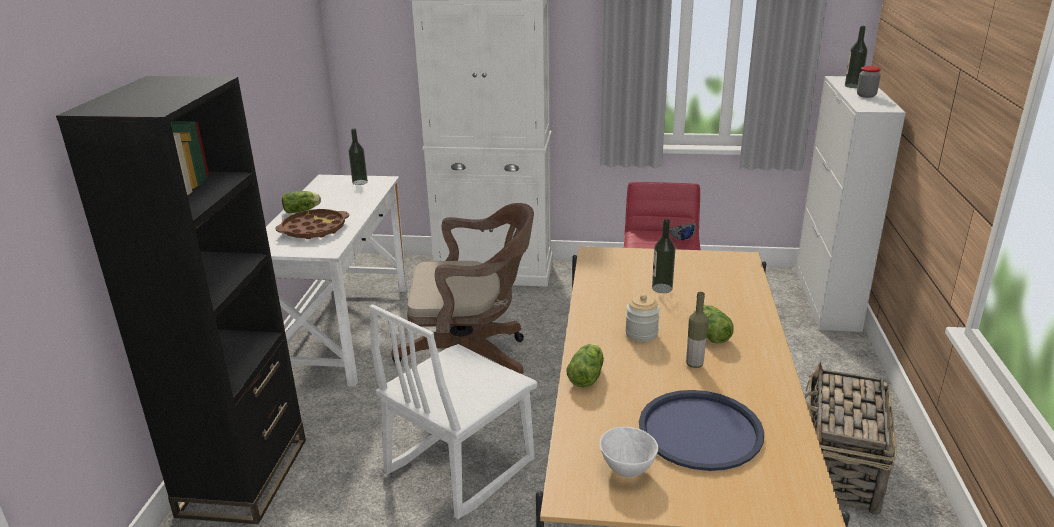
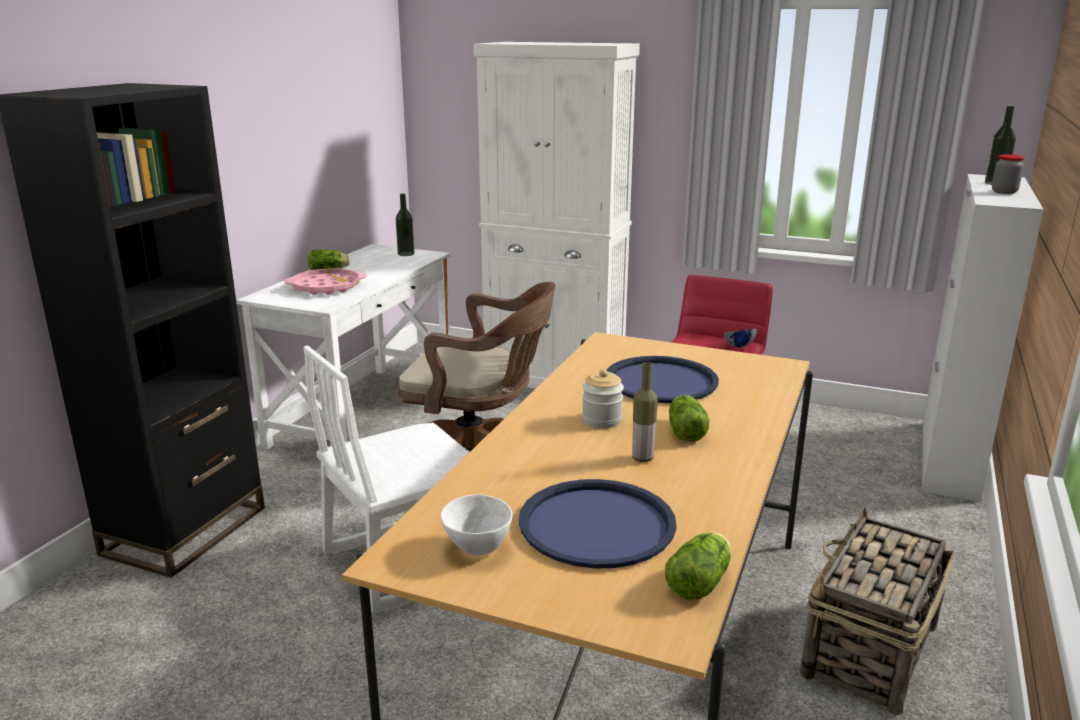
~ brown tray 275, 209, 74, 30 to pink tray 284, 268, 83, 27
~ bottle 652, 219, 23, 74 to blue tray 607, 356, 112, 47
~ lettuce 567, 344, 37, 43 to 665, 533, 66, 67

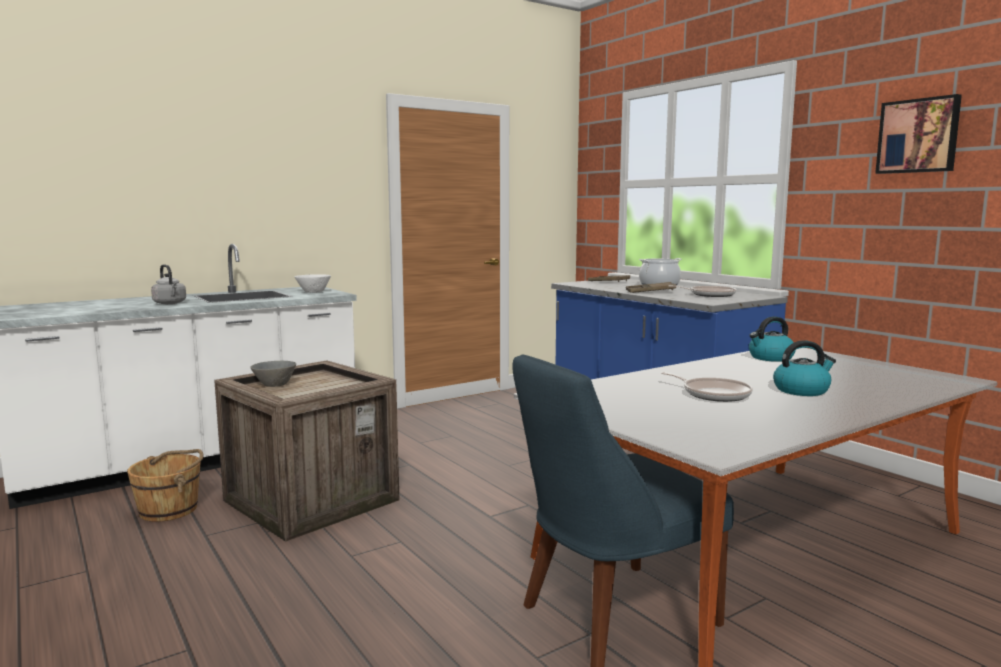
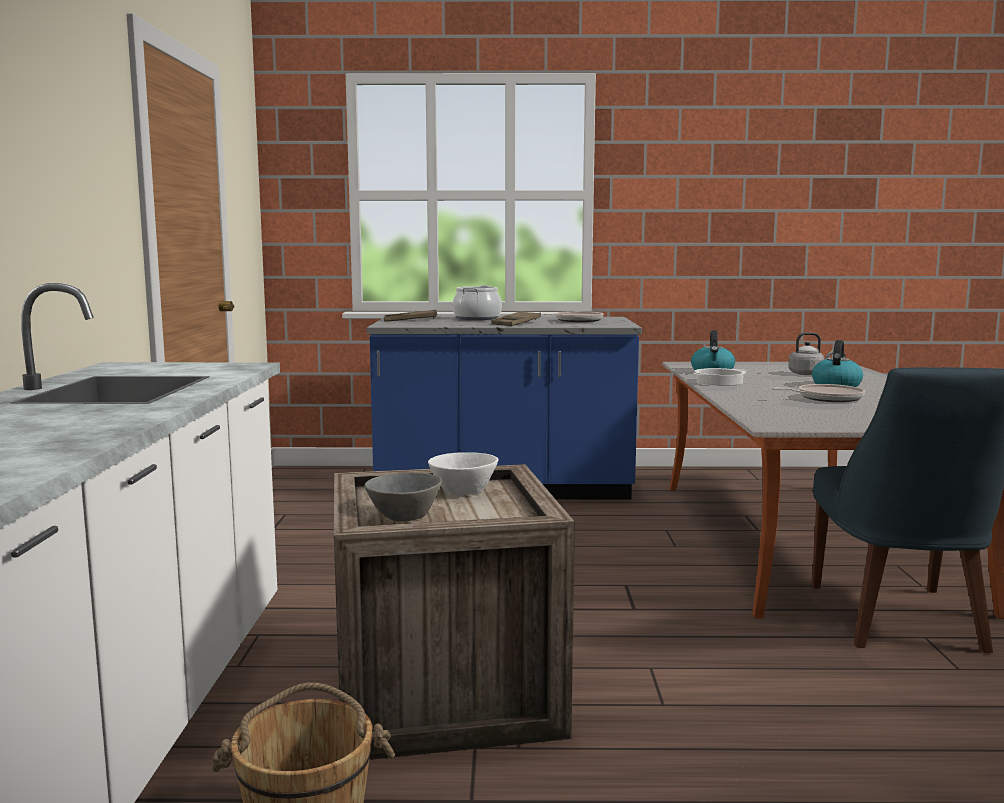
- picture 875, 94, 87, 80
~ grey kettle 151, 264, 35, 40 to 788, 332, 46, 43
~ white bowl 295, 274, 36, 19 to 428, 452, 71, 43
+ cooking pot 694, 368, 53, 18

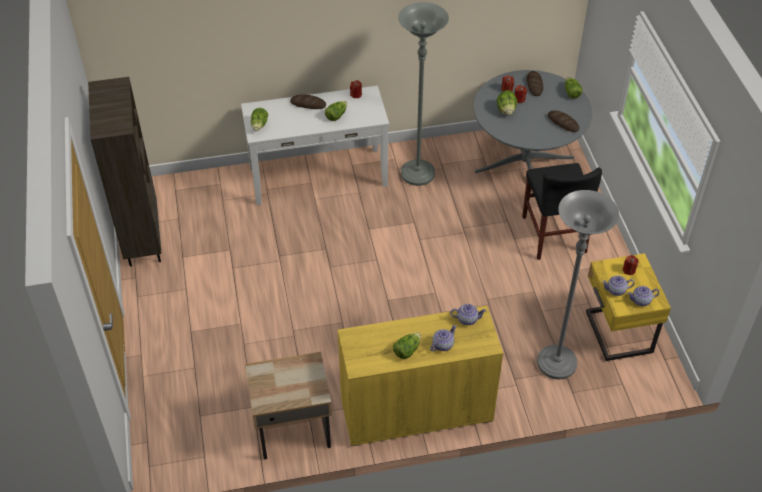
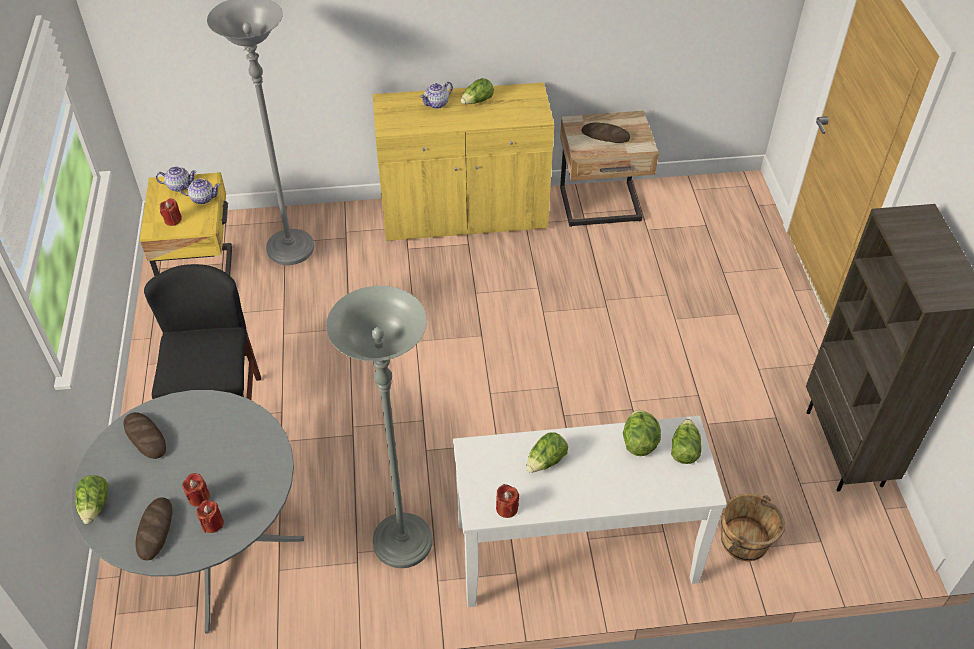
~ lettuce 497, 90, 20, 26 to 623, 410, 38, 46
~ bread 290, 95, 36, 14 to 582, 123, 48, 20
- teapot 450, 304, 36, 21
+ brown bucket 721, 494, 65, 67

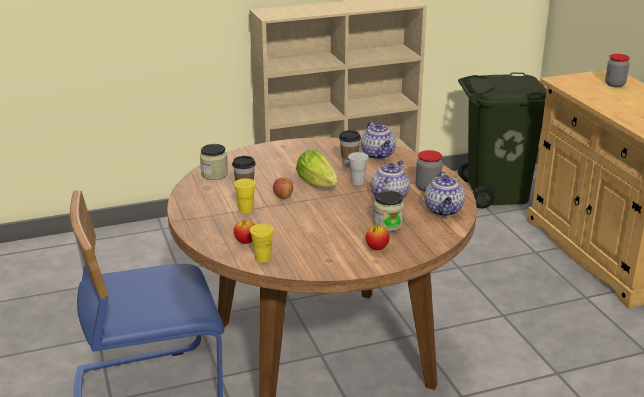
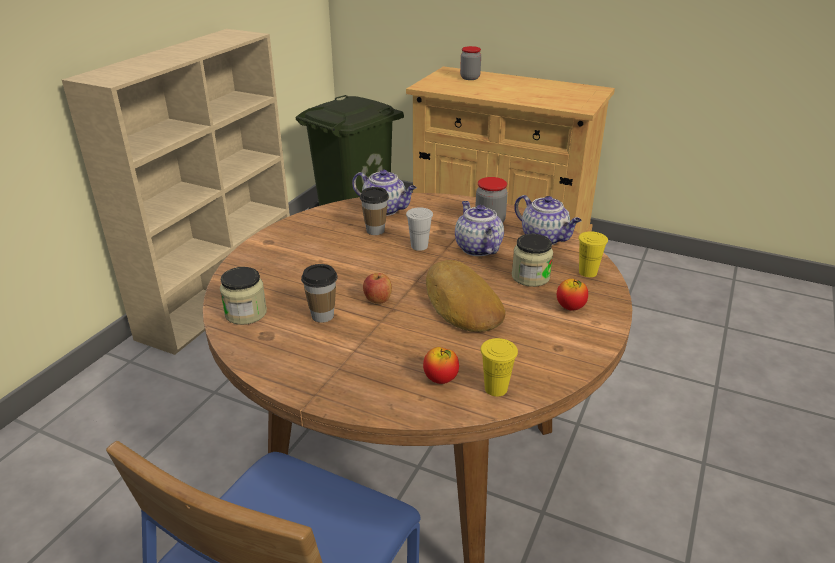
- lettuce 296, 150, 42, 38
~ yellow cup 234, 178, 22, 36 to 578, 231, 30, 46
+ bread 426, 260, 80, 72

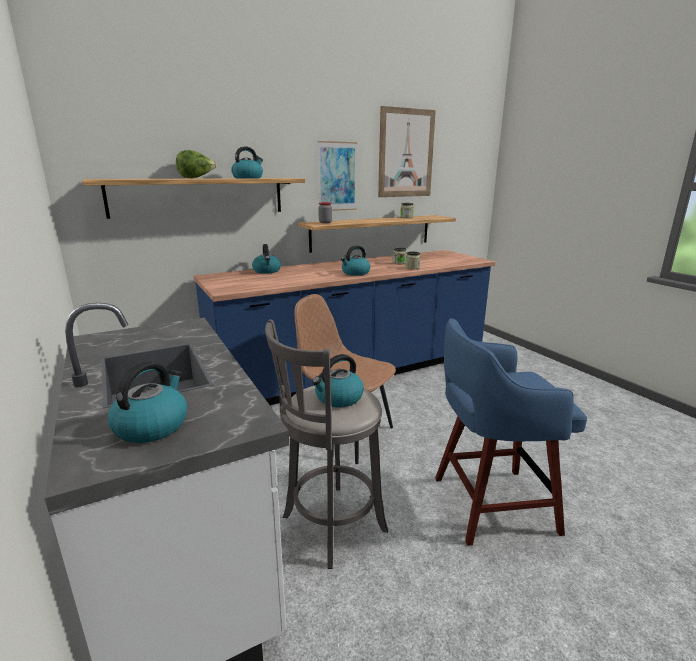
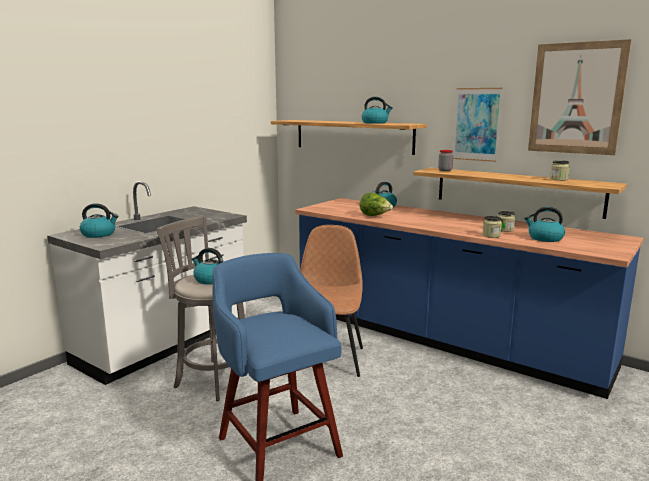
~ lettuce 176, 150, 40, 28 to 360, 193, 33, 23
~ kettle 341, 246, 30, 30 to 524, 207, 41, 35

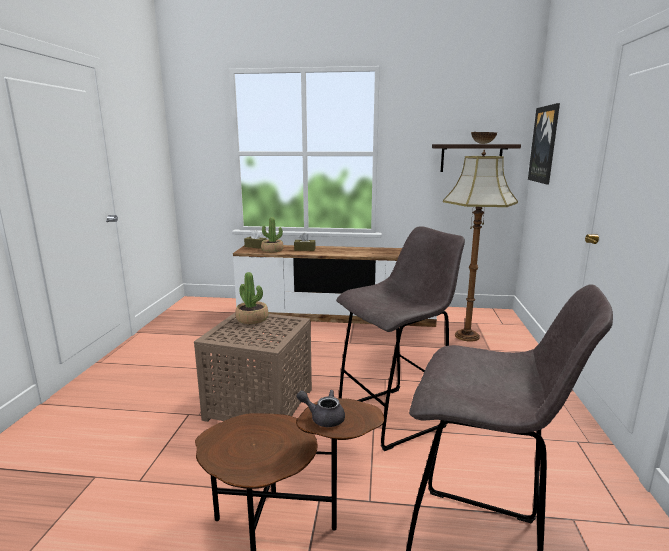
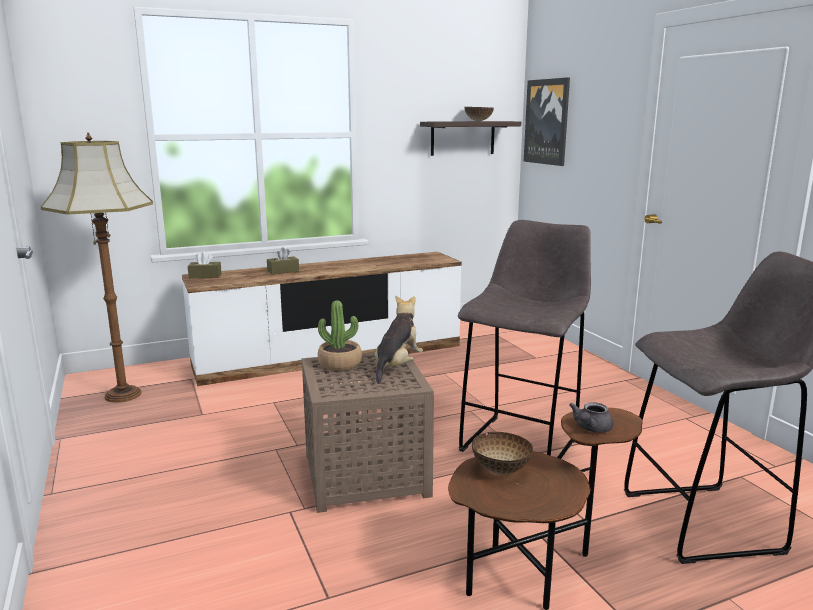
~ floor lamp 443, 150, 75, 192 to 41, 132, 112, 271
- potted plant 261, 217, 23, 36
~ grey teapot 297, 390, 48, 37 = 569, 402, 44, 31 45 degrees counterclockwise
+ plush toy 375, 296, 48, 88
+ bowl 472, 432, 61, 42

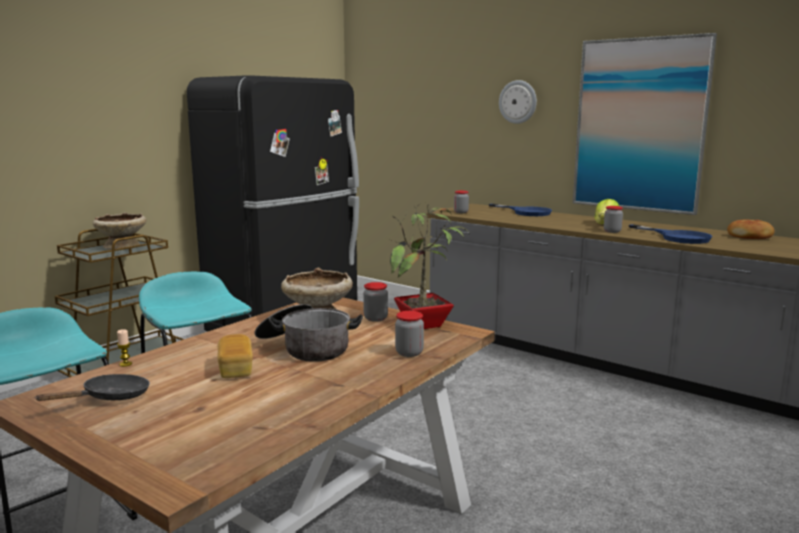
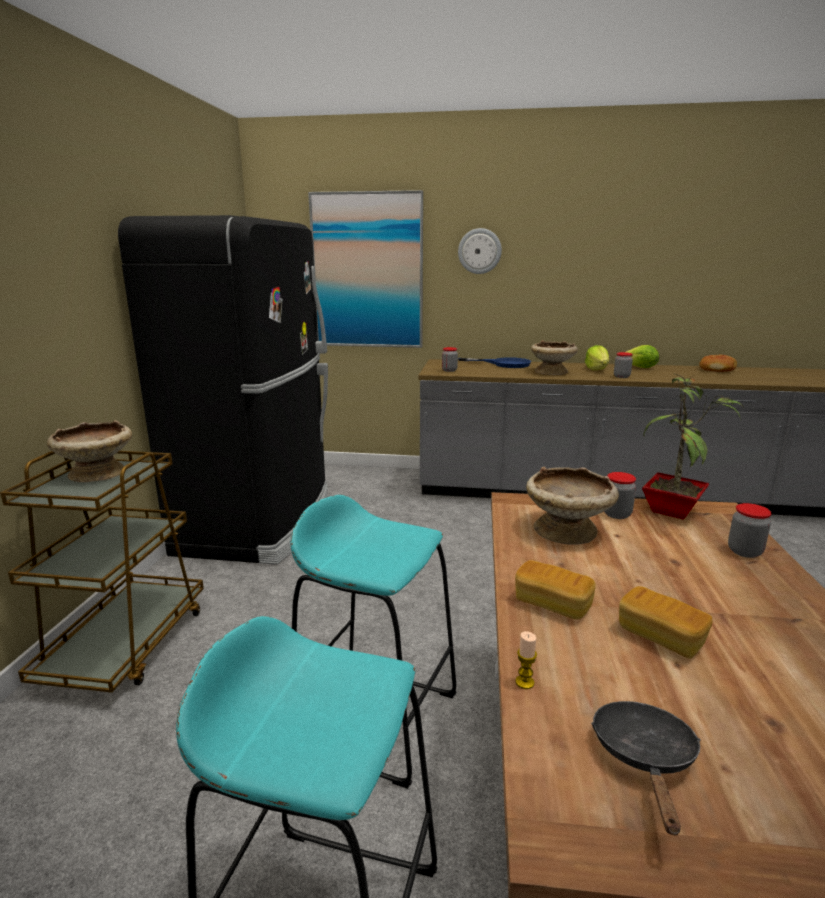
~ picture 573, 33, 144, 182 to 308, 190, 115, 158
- blue frying pan 629, 224, 83, 20
- cooking pot 255, 304, 108, 58
+ beige bowl 531, 340, 47, 35
+ lettuce 626, 345, 33, 23
+ bread 515, 560, 81, 59

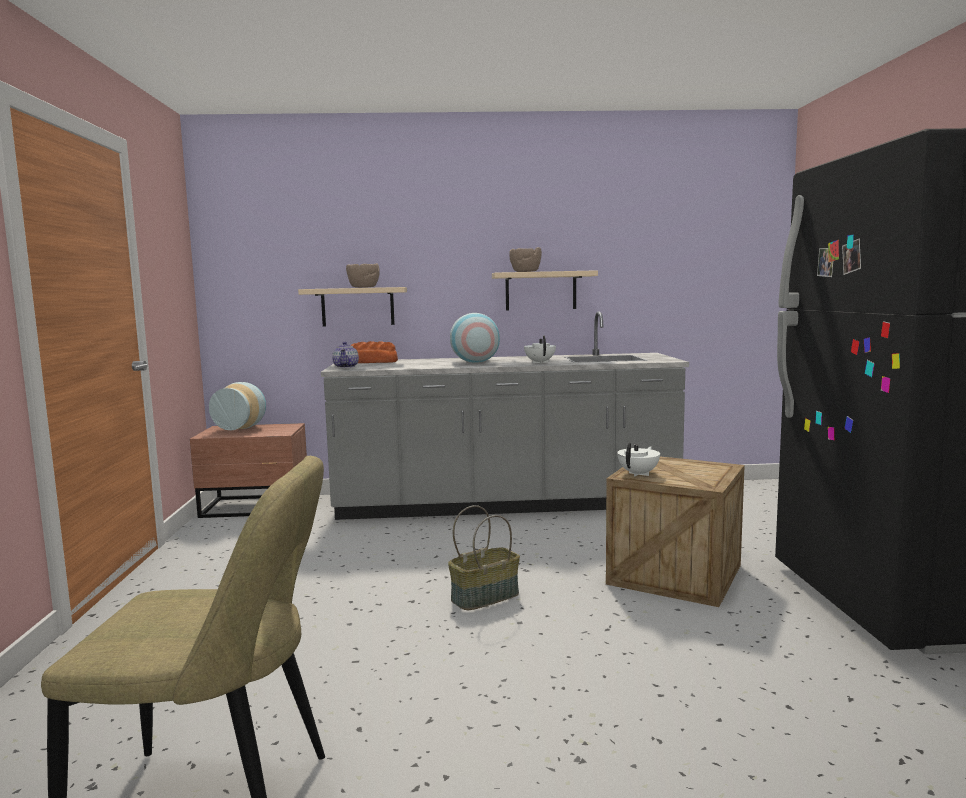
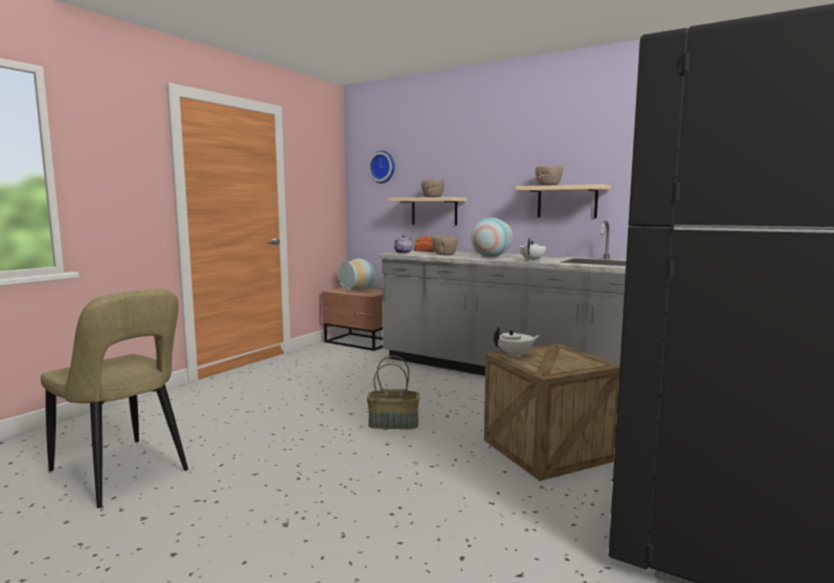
+ wall clock 368, 151, 27, 32
+ brown bowl 432, 236, 26, 19

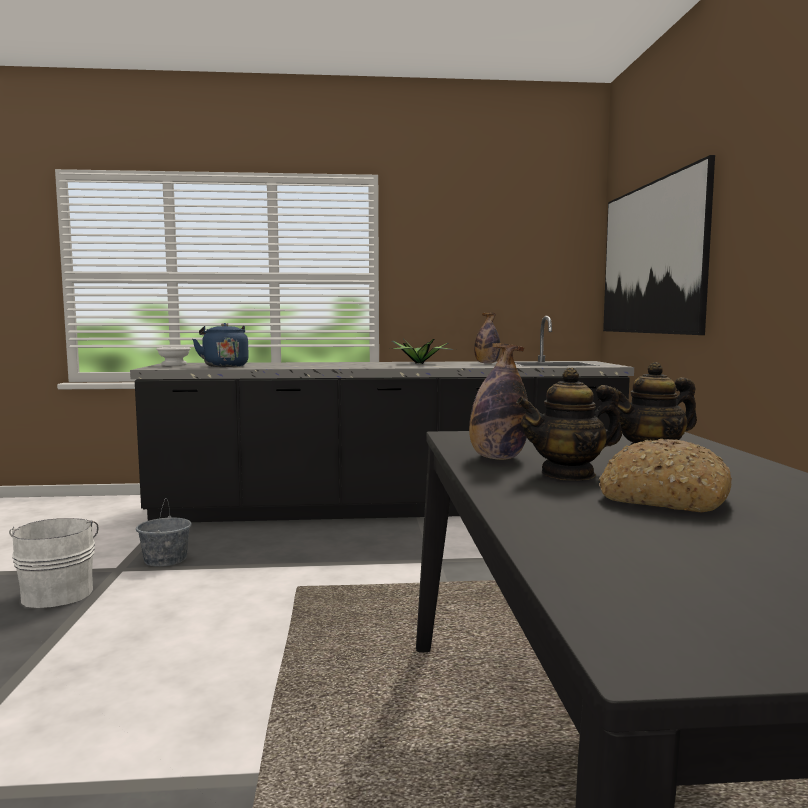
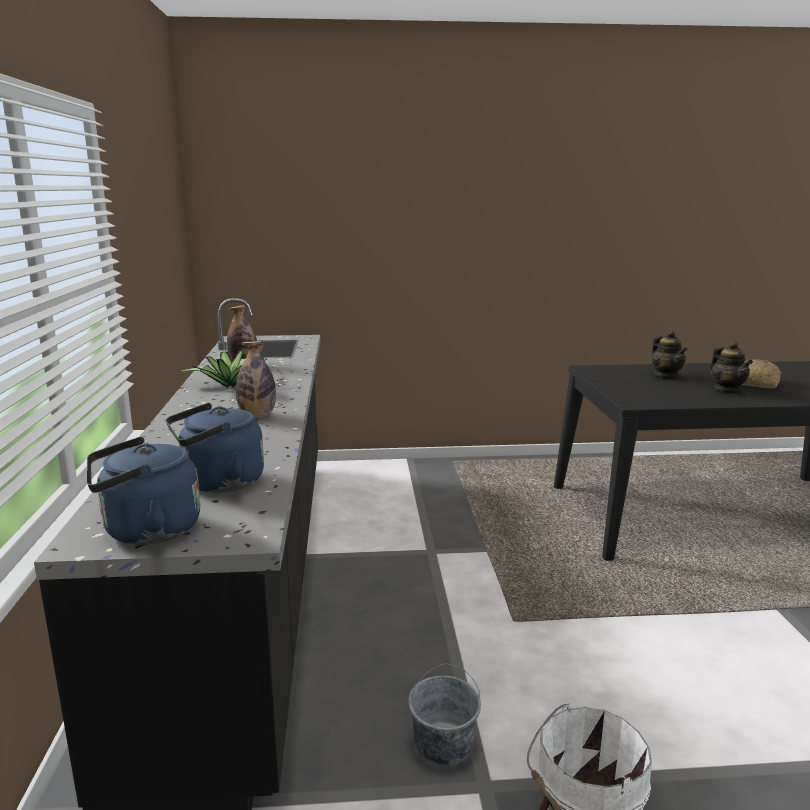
- picture 603, 155, 112, 180
~ bottle 469, 343, 59, 117 to 236, 341, 40, 77
~ white bowl 156, 347, 35, 19 to blue kettle 87, 437, 113, 108

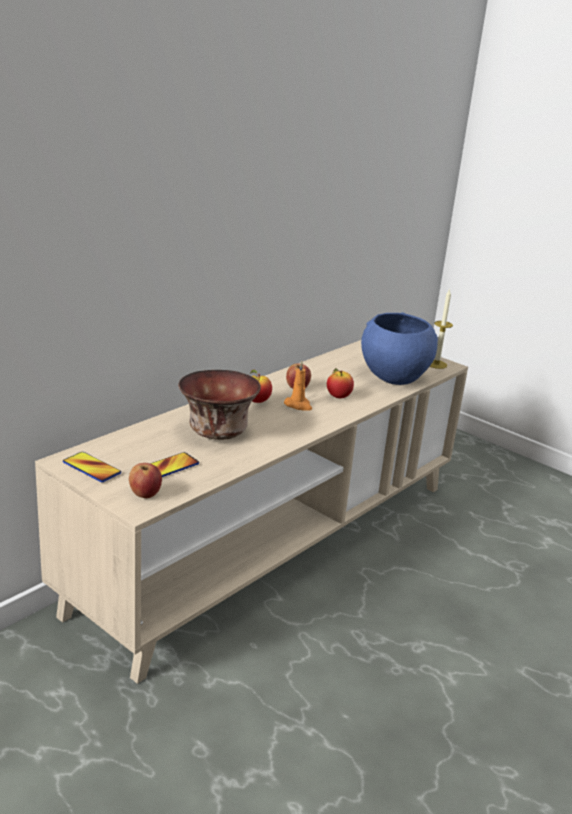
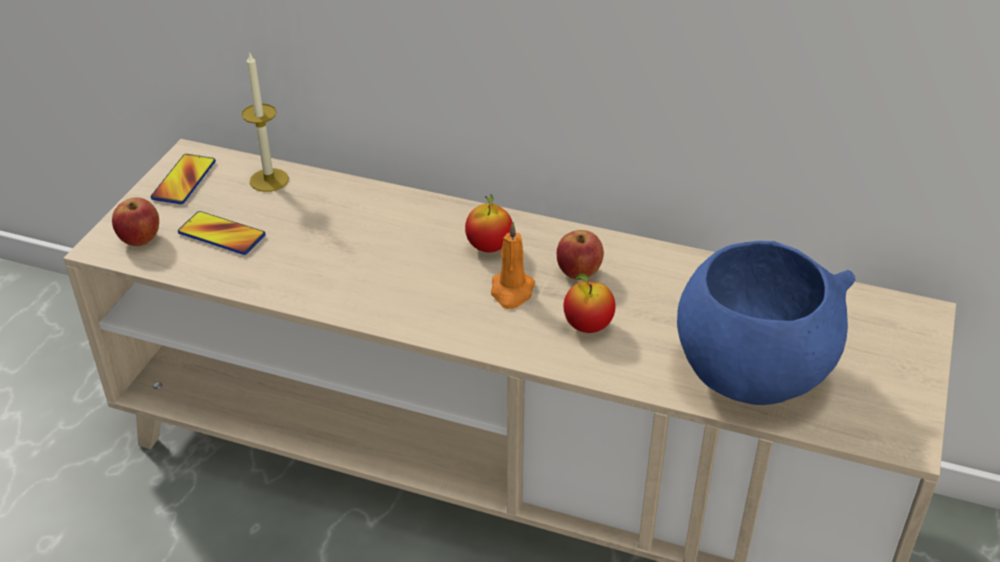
~ candle 430, 289, 23, 80 to 242, 51, 47, 141
- bowl 178, 370, 83, 70

